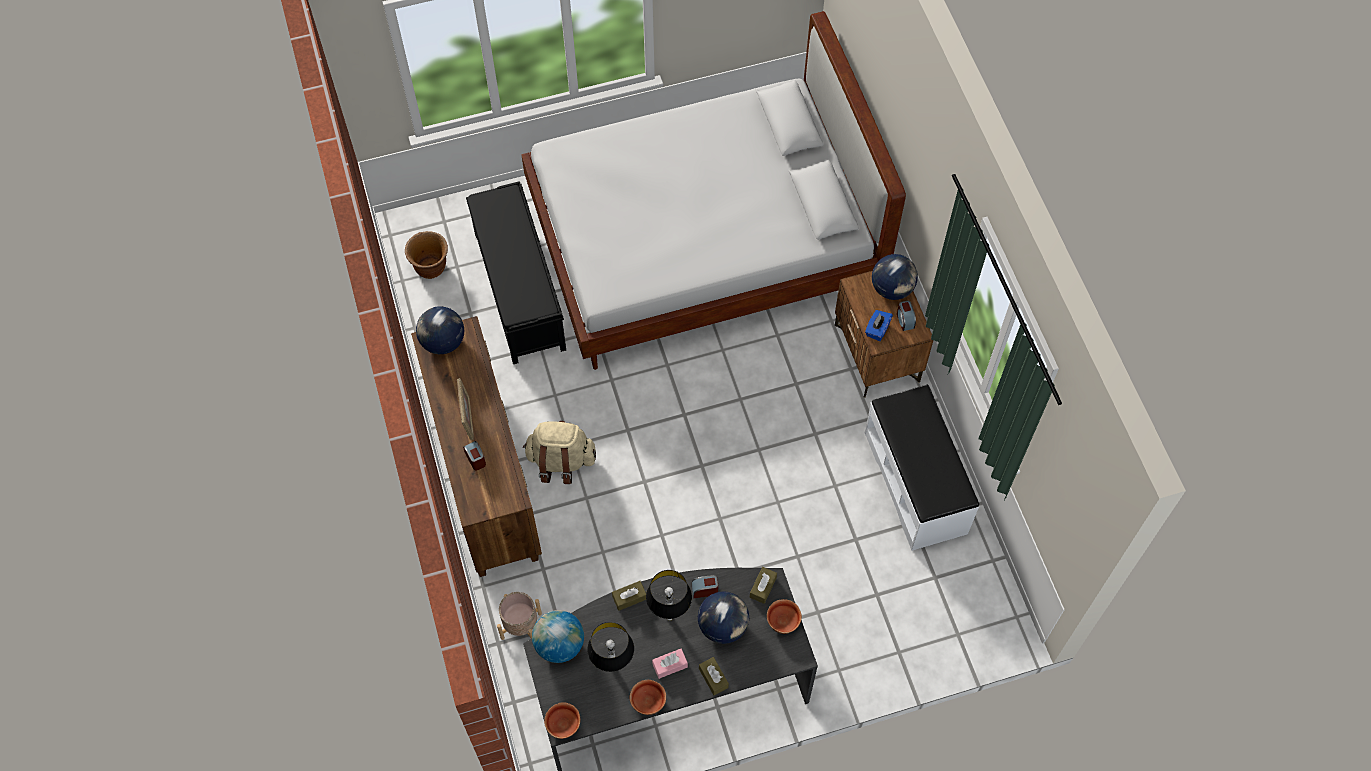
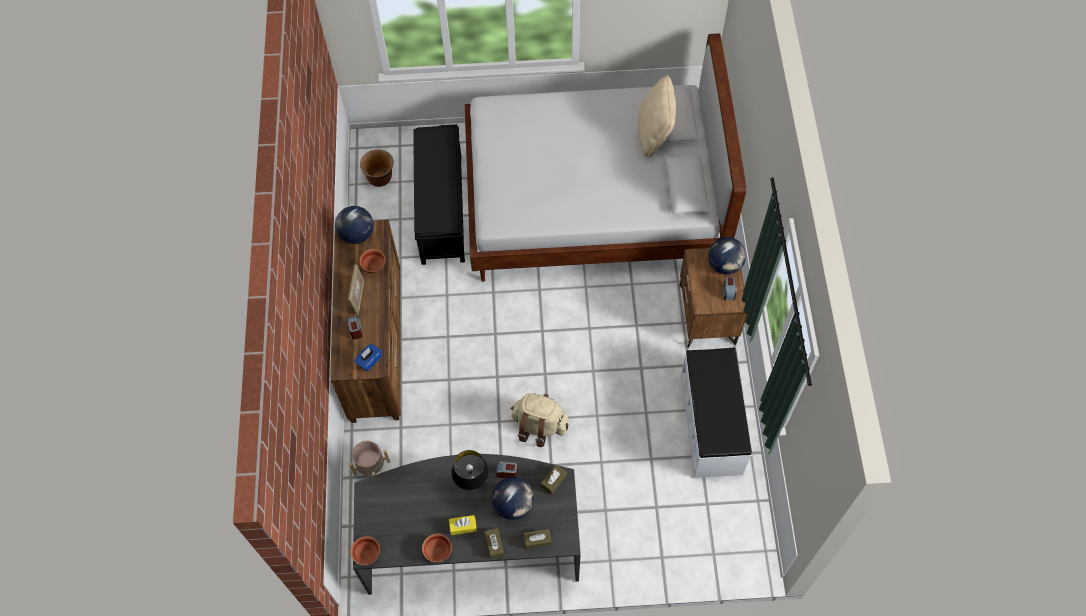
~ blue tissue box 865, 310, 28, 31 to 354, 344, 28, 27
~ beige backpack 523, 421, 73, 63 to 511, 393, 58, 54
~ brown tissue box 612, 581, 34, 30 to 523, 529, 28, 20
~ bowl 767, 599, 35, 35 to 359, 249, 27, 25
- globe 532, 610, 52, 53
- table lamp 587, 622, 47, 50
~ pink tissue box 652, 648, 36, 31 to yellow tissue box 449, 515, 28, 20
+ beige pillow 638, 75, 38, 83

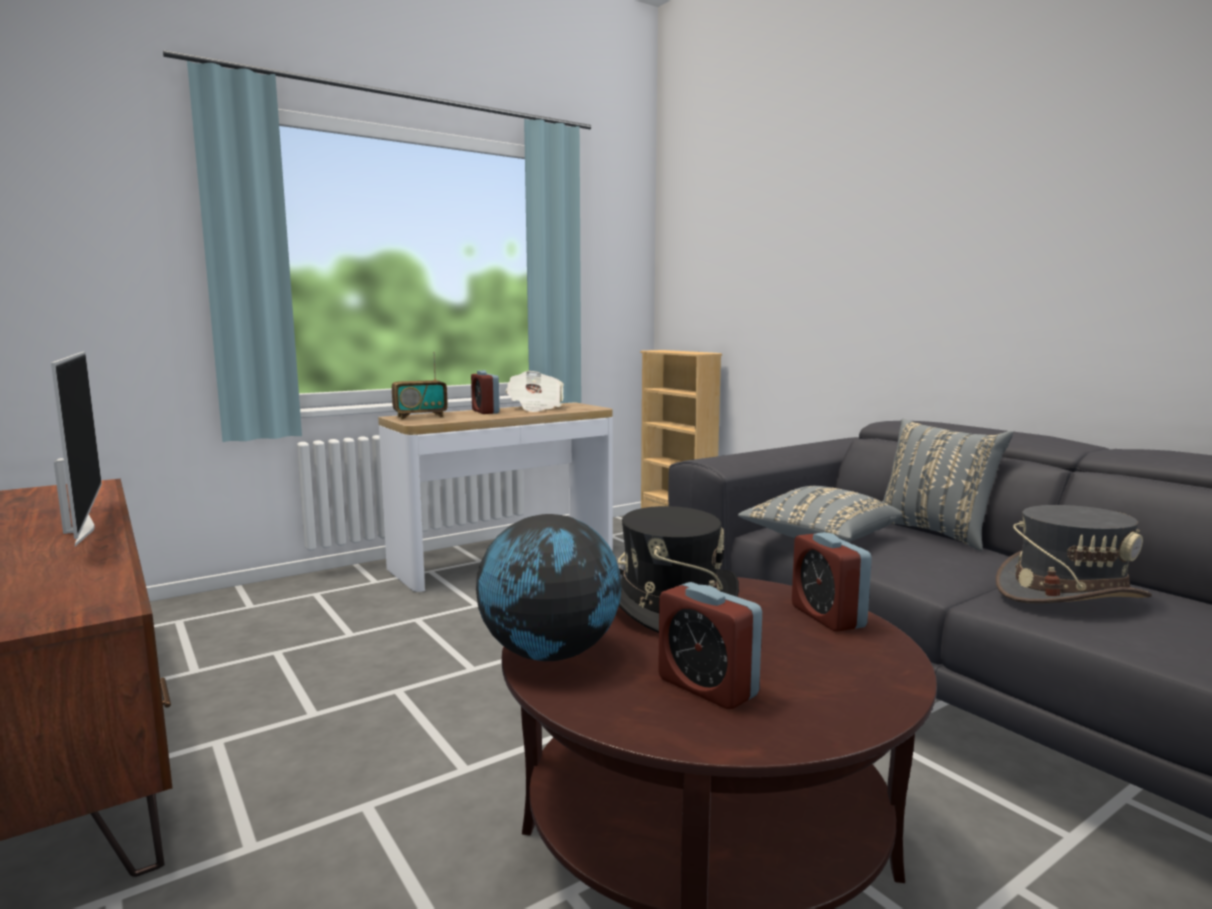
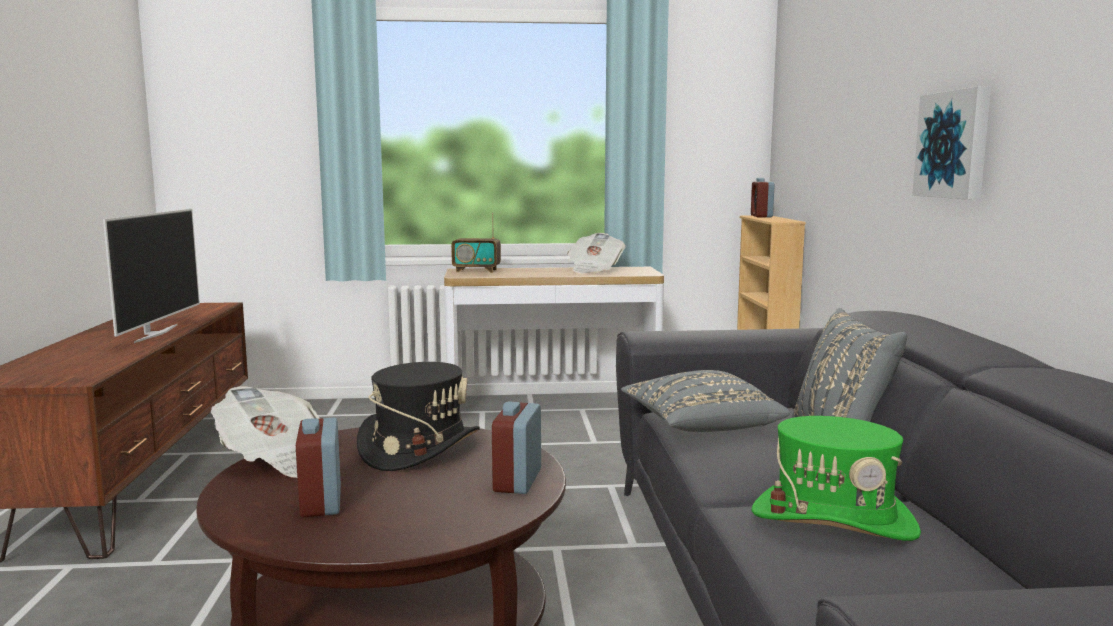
~ alarm clock 471, 370, 29, 44 to 751, 178, 23, 39
~ grey hat 996, 505, 156, 98 to green hat 751, 416, 170, 125
~ globe 476, 514, 145, 147 to newspaper 211, 386, 109, 92
+ picture 912, 86, 79, 114

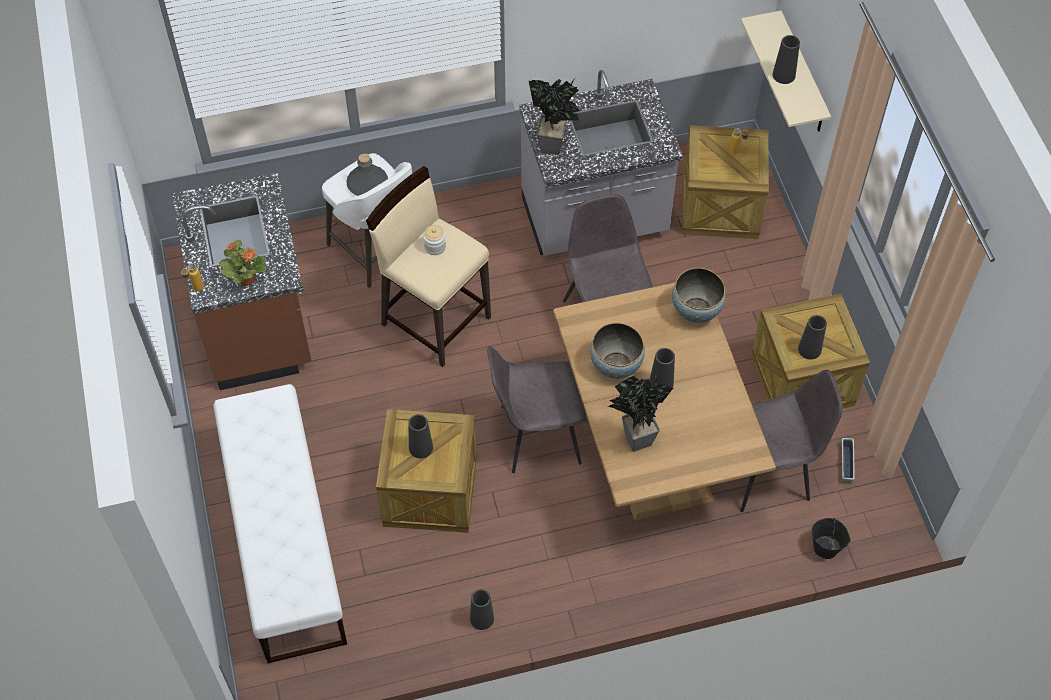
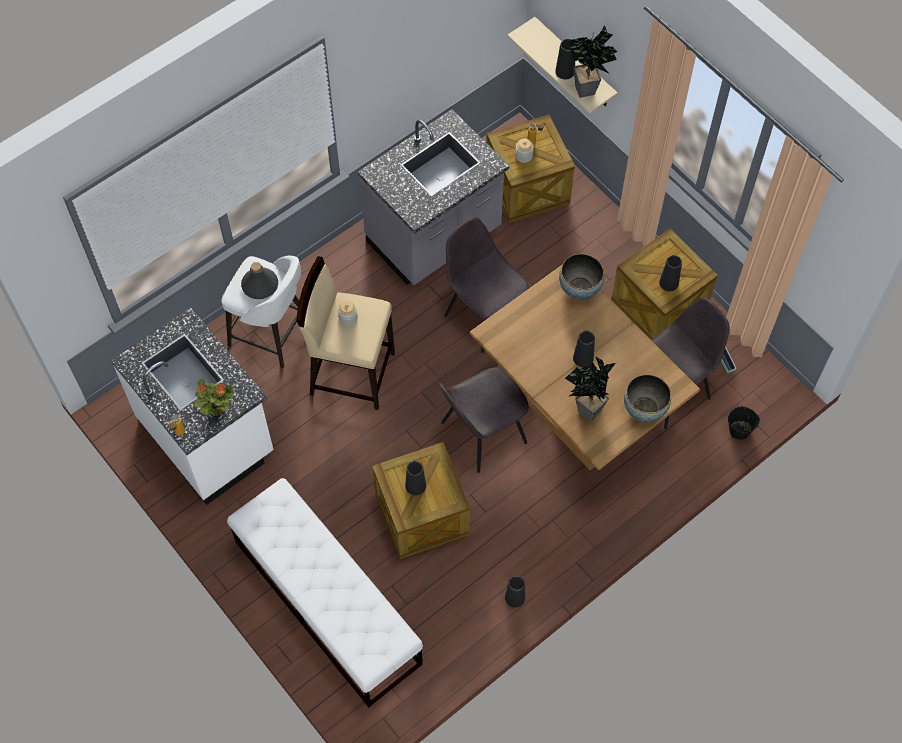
~ potted plant 529, 78, 50, 77 to 569, 25, 48, 73
~ brown counter 172, 173, 140, 217 to white counter 111, 307, 163, 198
~ bowl 590, 323, 55, 56 to 624, 374, 47, 48
+ jar 515, 138, 19, 25

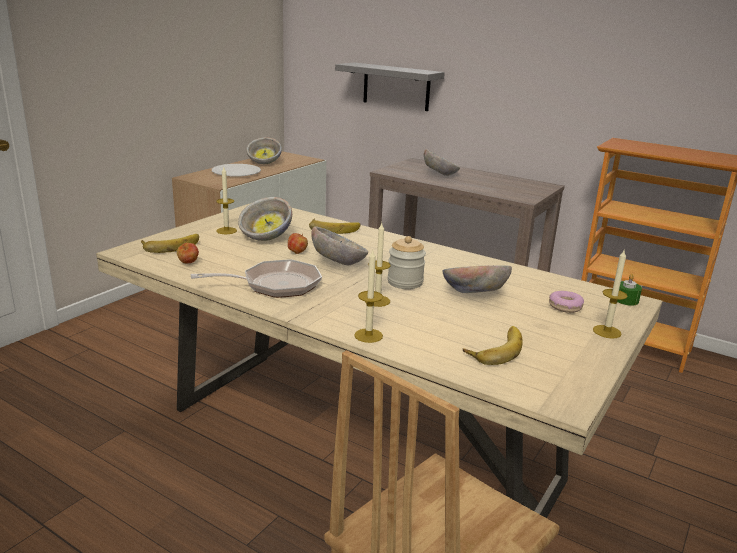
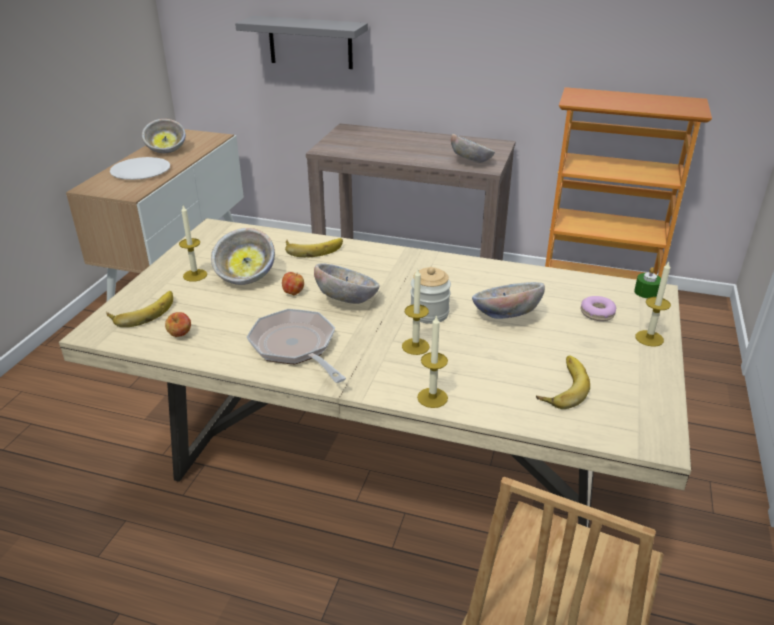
~ bowl 424, 149, 36, 27 to 451, 134, 44, 29
~ frying pan 191, 259, 131, 39 = 247, 309, 99, 74 90 degrees counterclockwise

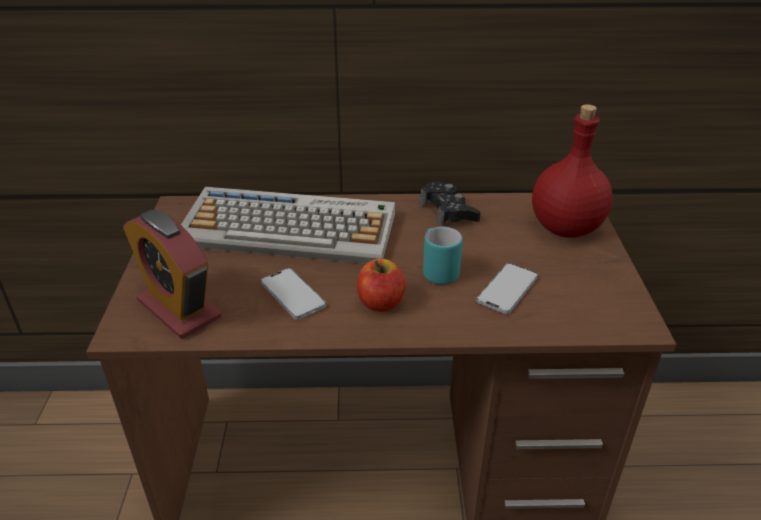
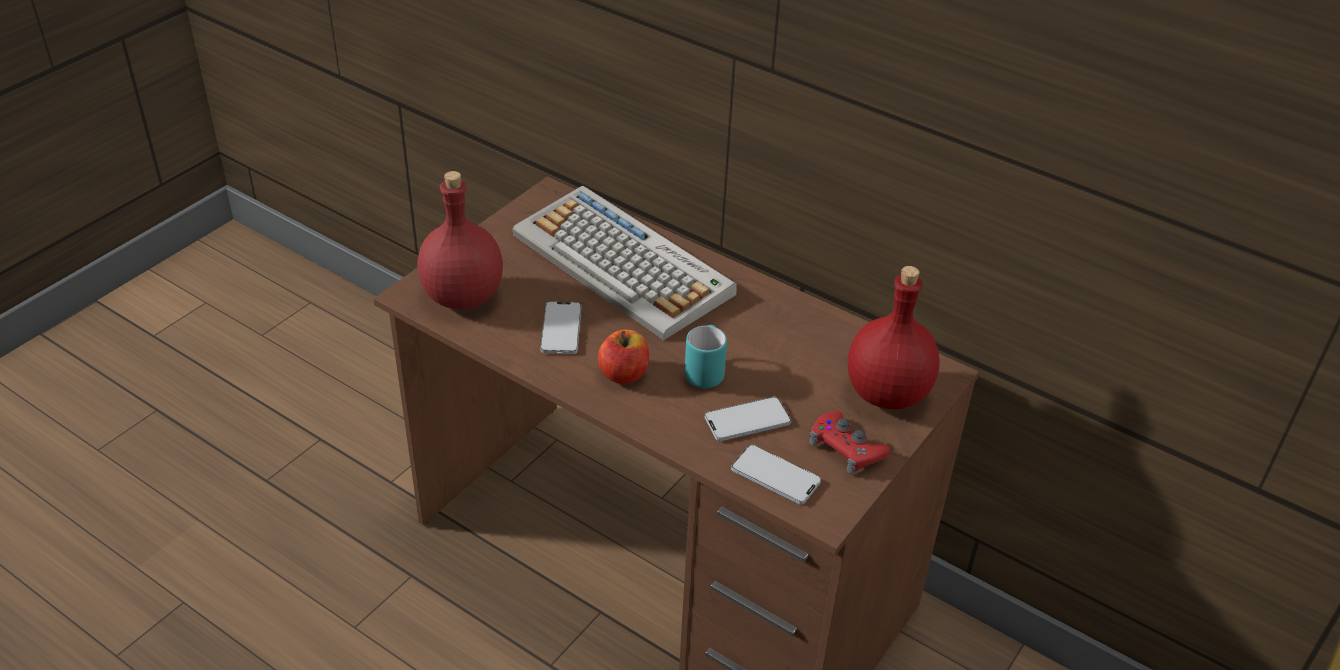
- black game controller 420, 181, 61, 45
~ alarm clock 123, 210, 99, 129 to red bottle 417, 171, 86, 138
+ red game controller 809, 411, 81, 63
+ phone 731, 444, 90, 61

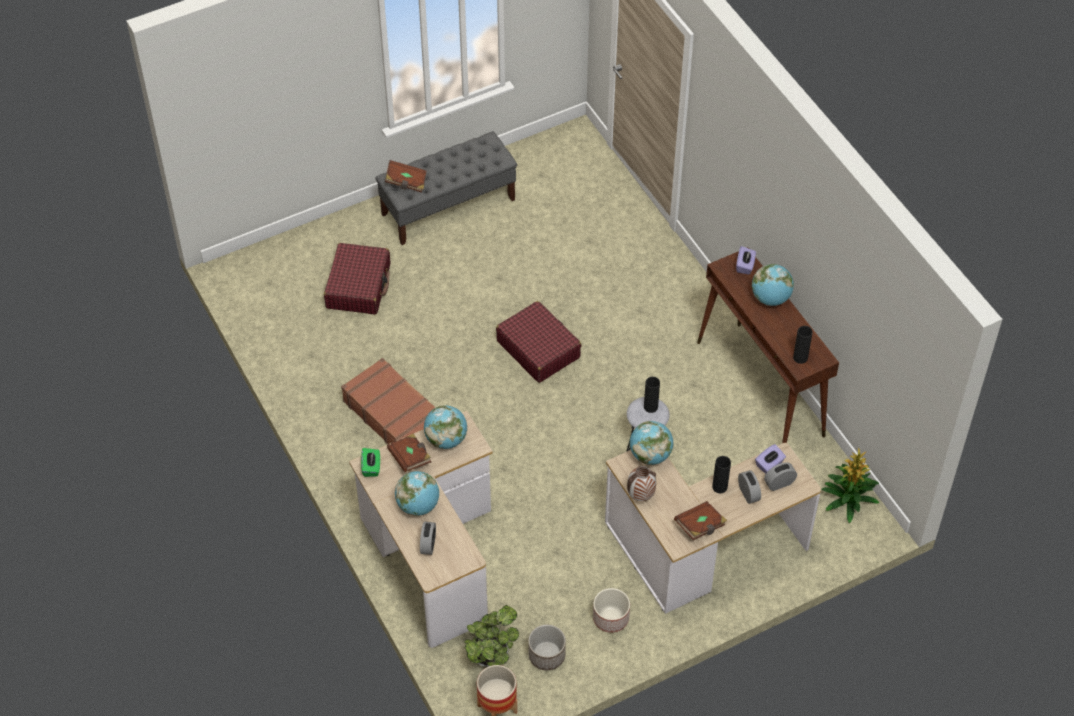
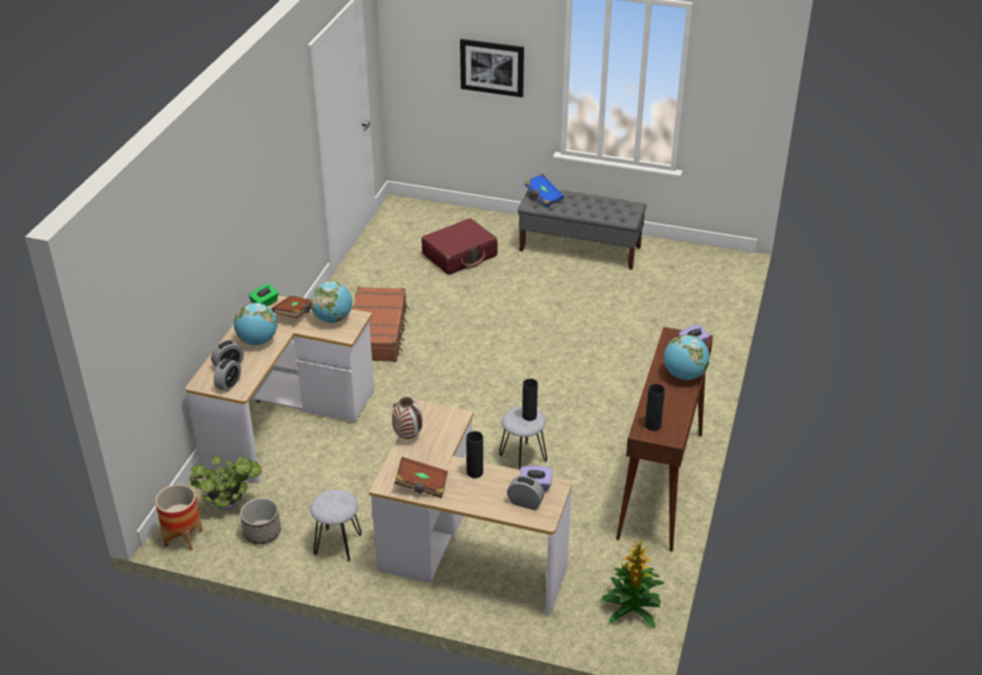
~ brown book 385, 160, 41, 33 to blue book 525, 174, 39, 33
- red suitcase 496, 301, 86, 82
- globe 630, 421, 44, 44
~ alarm clock 738, 470, 23, 34 to 214, 359, 27, 33
~ planter 593, 588, 37, 45 to grey stool 310, 489, 52, 73
+ picture 460, 39, 64, 58

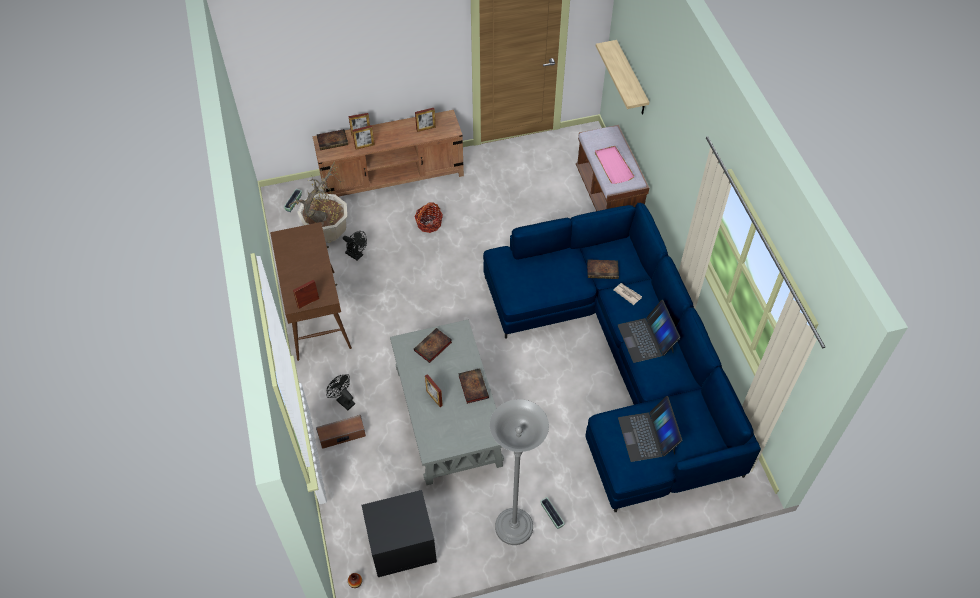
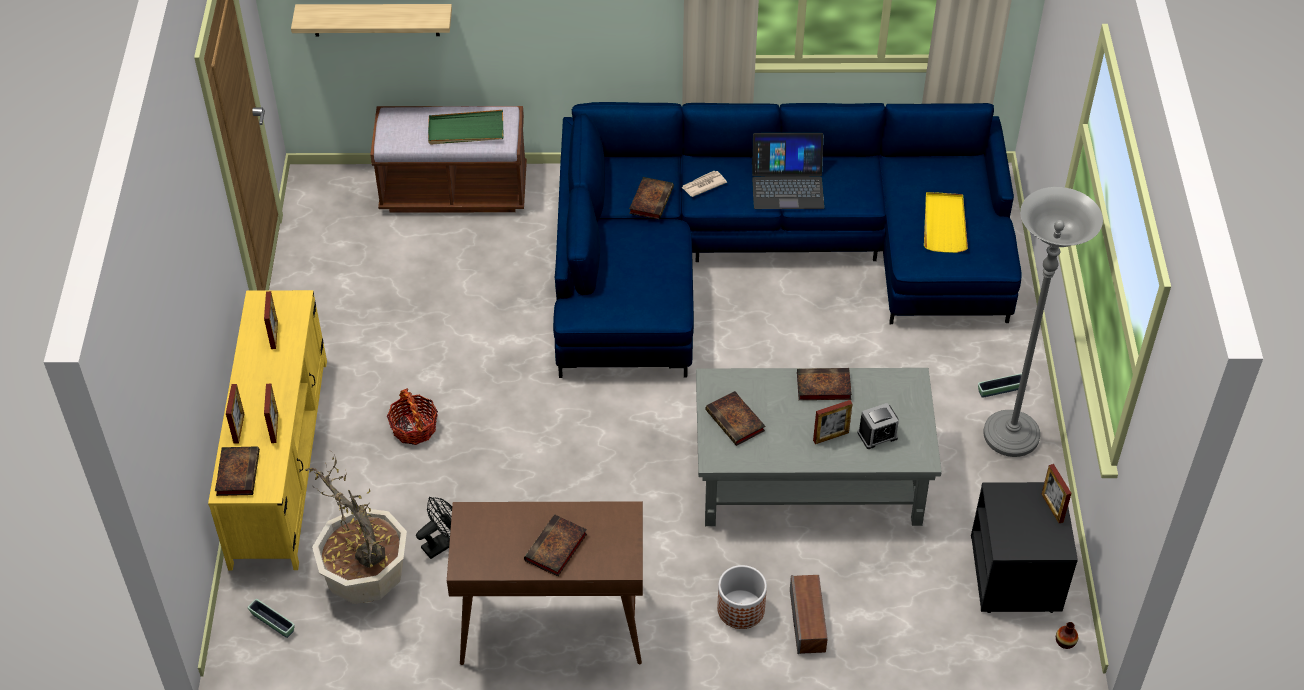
~ brown tv stand 312, 110, 152, 87 to yellow tv stand 208, 290, 119, 281
~ pink tray 595, 146, 40, 38 to green tray 428, 110, 75, 35
~ picture frame 293, 279, 26, 30 to 1042, 464, 30, 59
~ black fan 326, 374, 29, 36 to planter 717, 565, 50, 64
~ laptop 618, 396, 65, 66 to yellow tray 924, 192, 44, 61
+ alarm clock 857, 403, 42, 46
+ book 524, 514, 63, 63

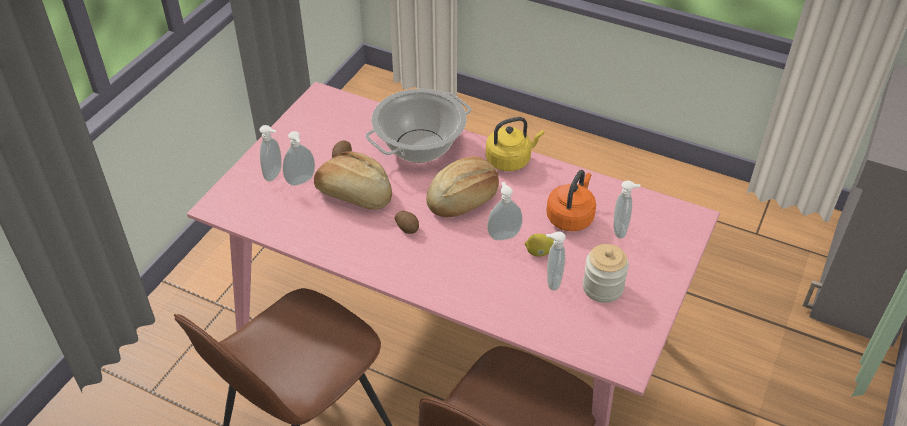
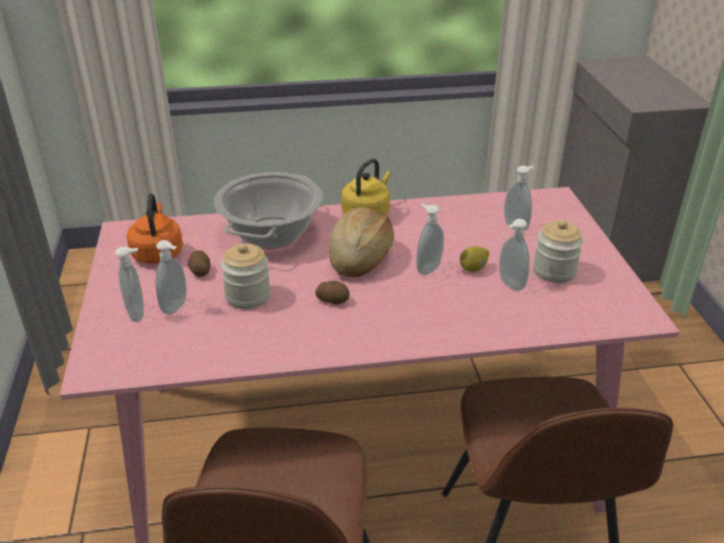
~ bread 314, 151, 78, 59 to jar 221, 243, 50, 66
~ orange kettle 546, 170, 50, 61 to 127, 193, 56, 71

